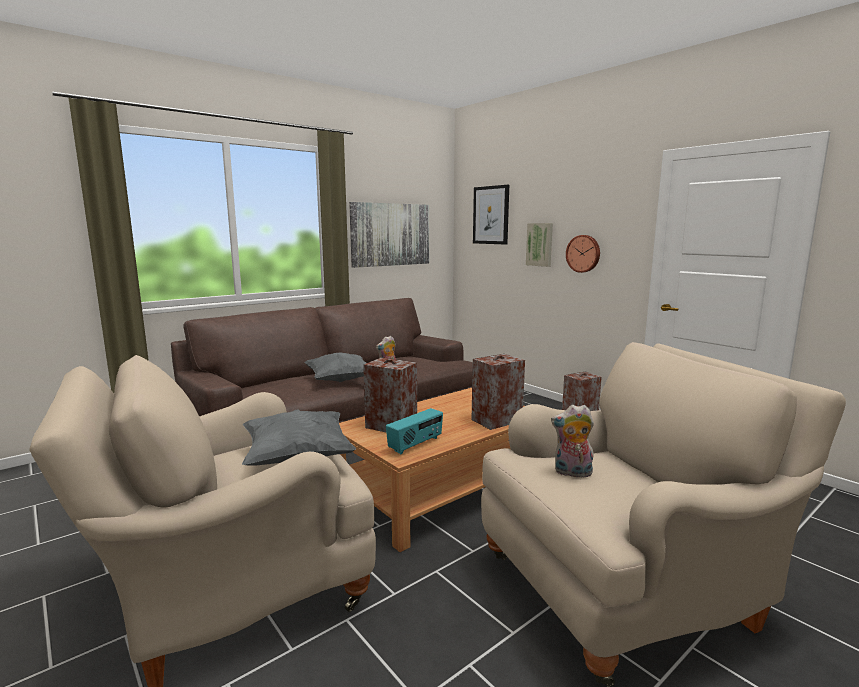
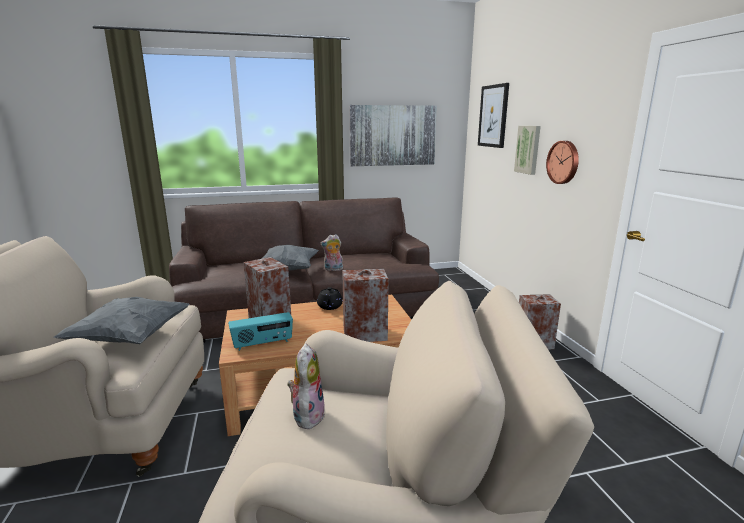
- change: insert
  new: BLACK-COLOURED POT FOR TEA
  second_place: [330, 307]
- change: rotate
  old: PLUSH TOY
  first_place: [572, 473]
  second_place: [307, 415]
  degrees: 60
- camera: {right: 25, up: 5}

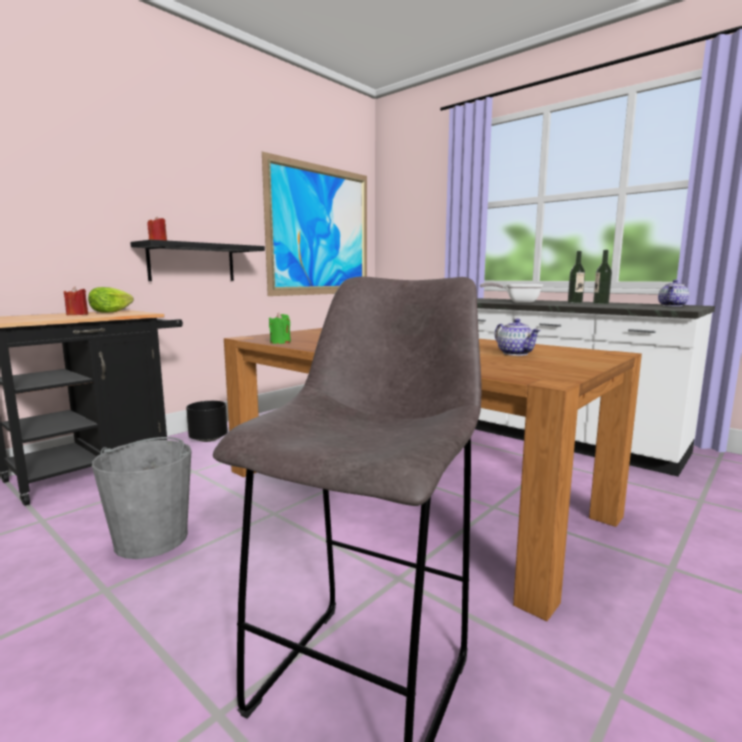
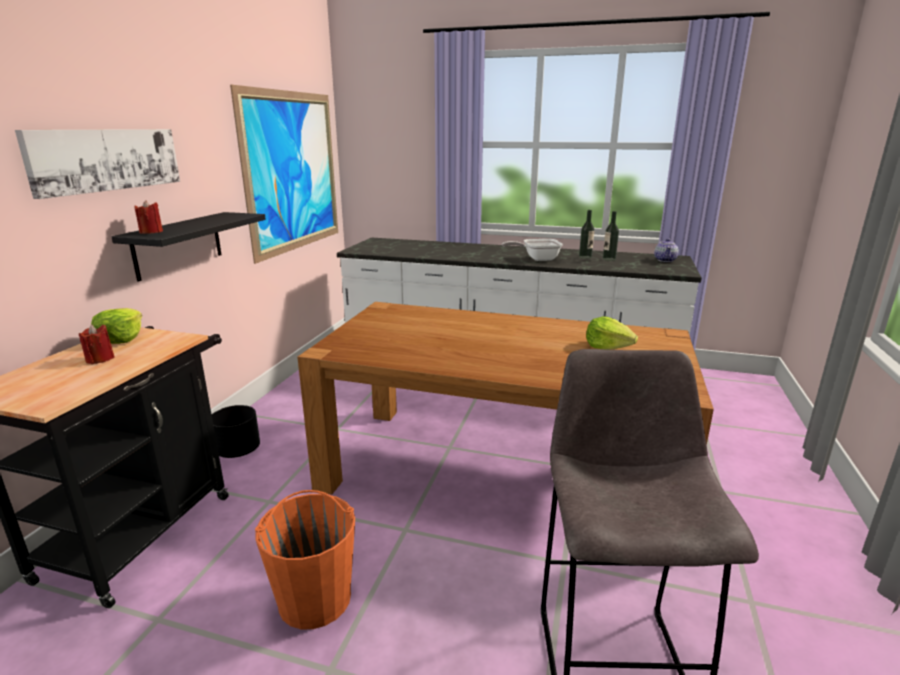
- change: delete
  old: GREEN-COLOURED CANDLE
  first_place: [280, 342]
- change: insert
  new: WALL PICTURE
  second_place: [107, 159]
- change: replace
  old: POT FOR TEA
  new: HEAD OF LETTUCE
  first_place: [515, 353]
  second_place: [607, 347]
- change: recolor
  old: GREY WATER BUCKET
  new: ORANGEY WATER BUCKET
  first_place: [152, 539]
  second_place: [315, 598]
- camera: {right: -25, up: 10}

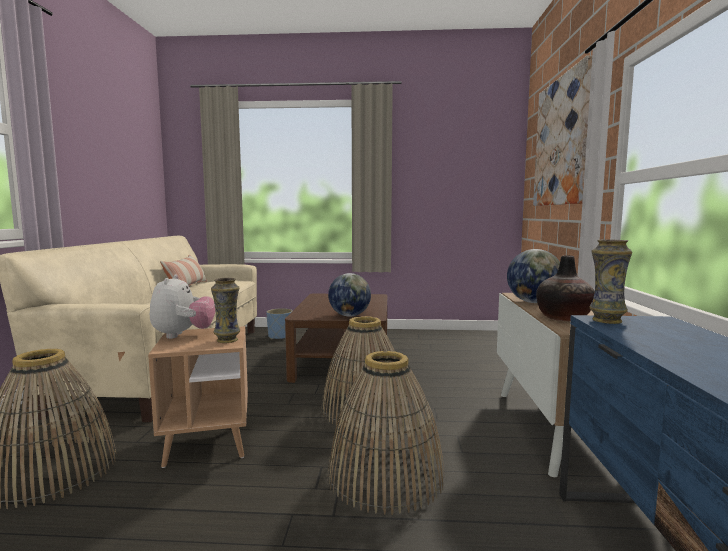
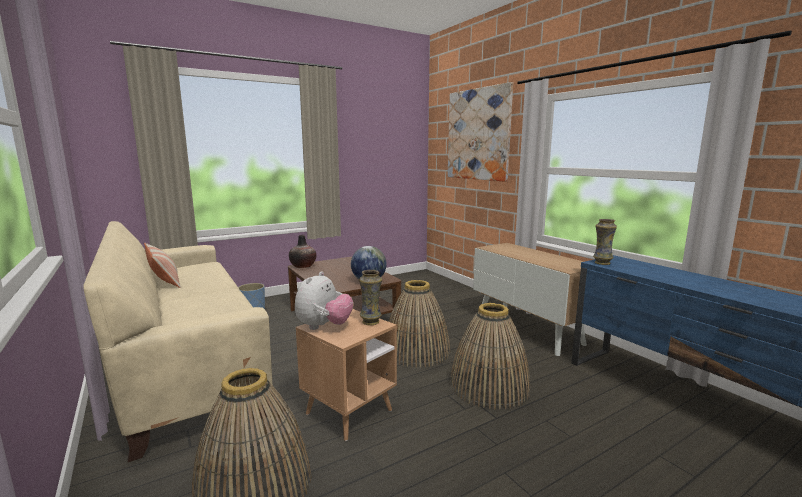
- change: delete
  old: WORLD GLOBE
  first_place: [533, 302]
- change: move
  old: DECORATIVE VASE
  first_place: [563, 318]
  second_place: [303, 266]
- change: rotate
  old: PLUSH TOY
  first_place: [183, 335]
  second_place: [324, 327]
  degrees: 60
- camera: {right: -35, up: 5}

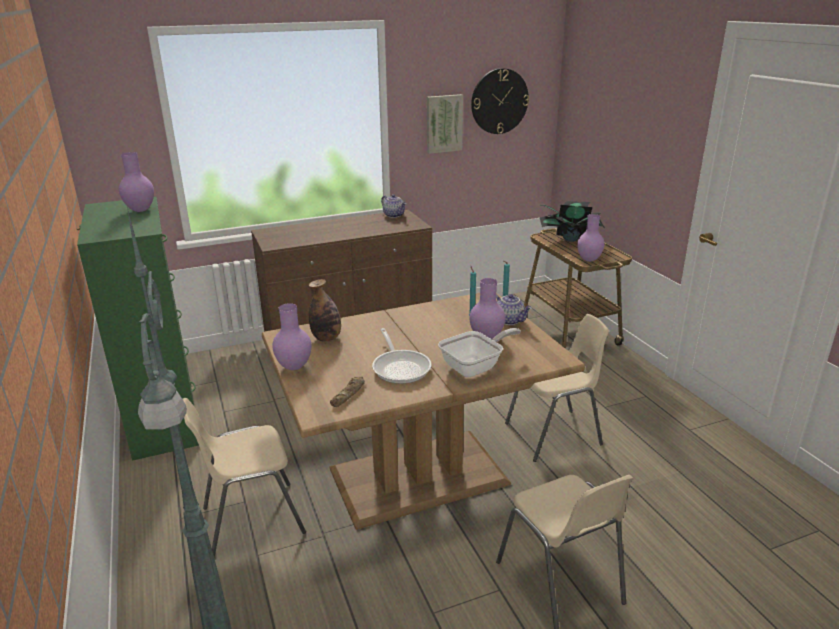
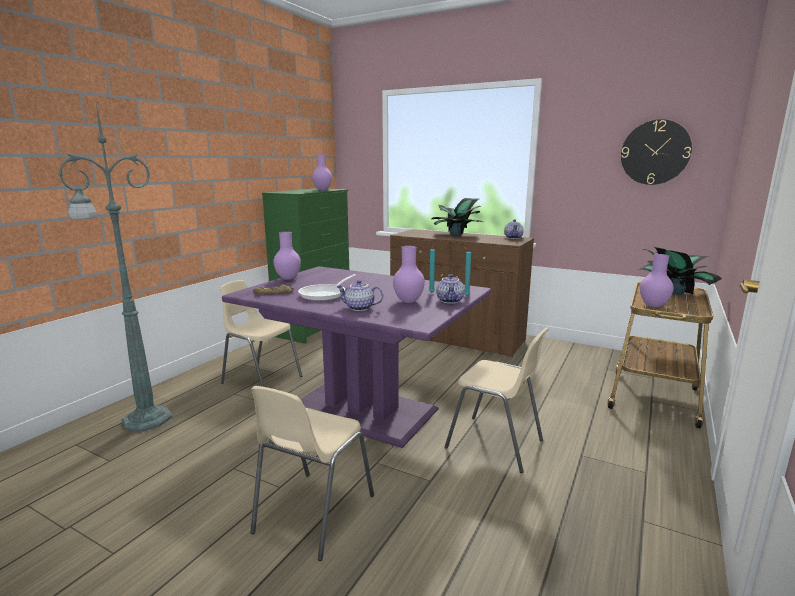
- change: delete
  old: DRINK BOTTLE
  first_place: [326, 338]
- change: delete
  old: WALL PICTURE
  first_place: [443, 123]
- change: insert
  new: HOUSEPLANT
  second_place: [456, 235]
- change: replace
  old: SKILLET
  new: POT FOR TEA
  first_place: [475, 367]
  second_place: [359, 308]
- change: recolor
  old: BROWNISH DINNER TABLE
  new: PURPLE-COLOURED DINNER TABLE
  first_place: [417, 475]
  second_place: [362, 409]
- camera: {right: 50, up: -10}

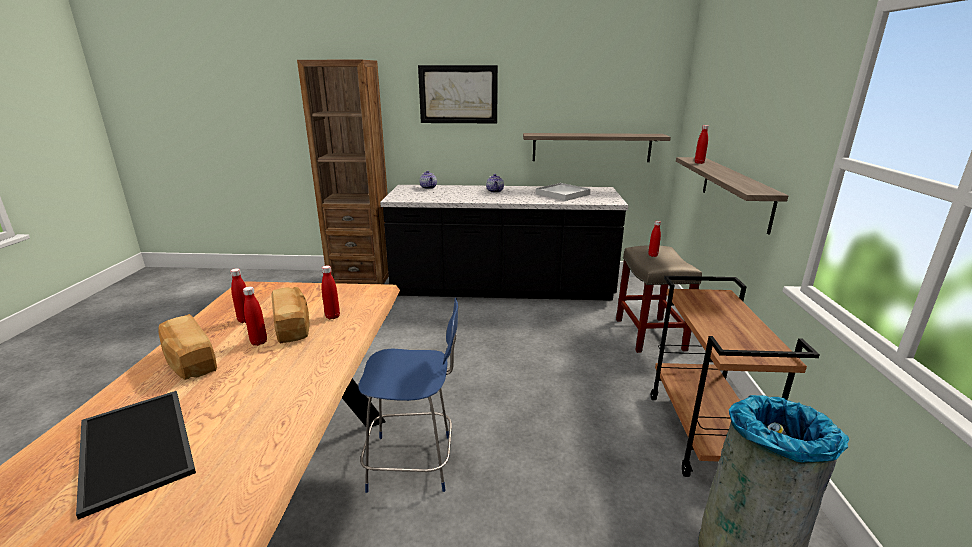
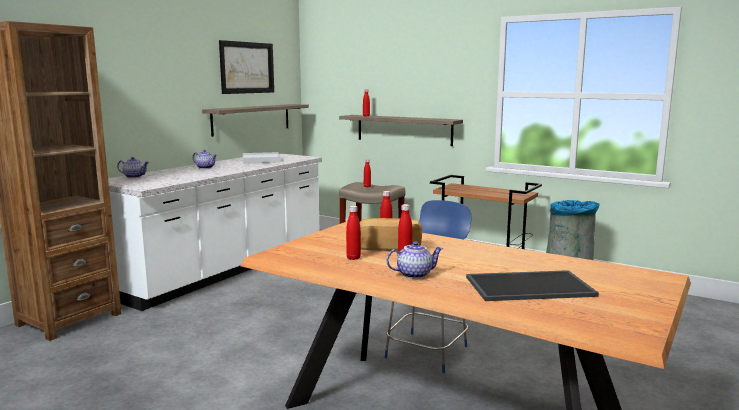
- change: move
  old: WALL PICTURE
  first_place: [458, 94]
  second_place: [247, 67]
- change: replace
  old: BAKED BREAD
  new: POT FOR TEA
  first_place: [189, 362]
  second_place: [414, 274]
- change: recolor
  old: BLACK-COLOURED KITCHEN BASE UNIT
  new: WHITISH KITCHEN BASE UNIT
  first_place: [502, 289]
  second_place: [225, 269]
- camera: {right: -60, up: -10}

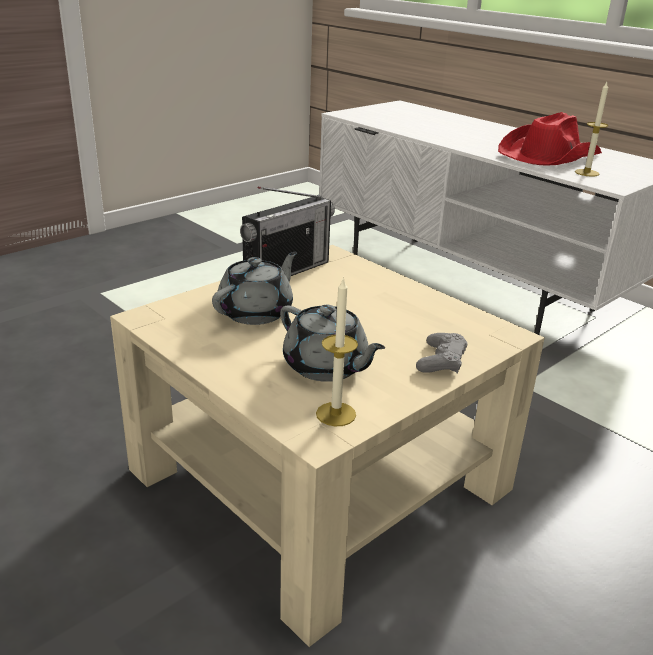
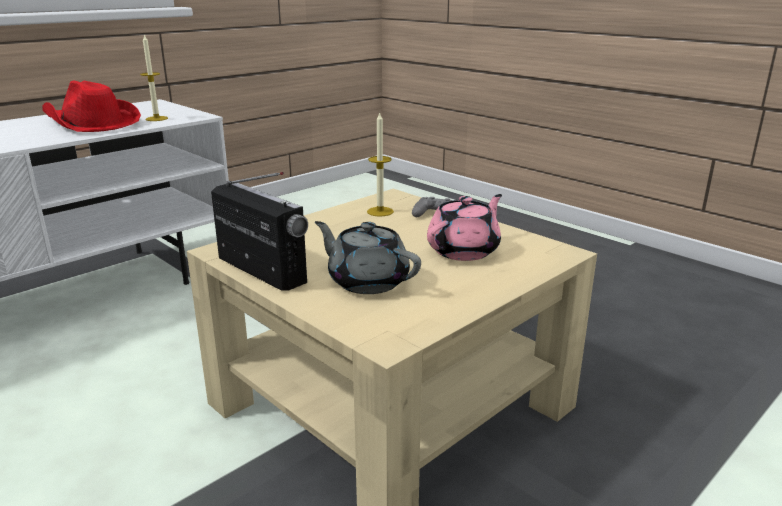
- change: move
  old: CANDLE
  first_place: [336, 414]
  second_place: [380, 211]
- change: recolor
  old: GREY POT FOR TEA
  new: PINK POT FOR TEA
  first_place: [326, 367]
  second_place: [464, 250]
- camera: {right: -90, up: -5}

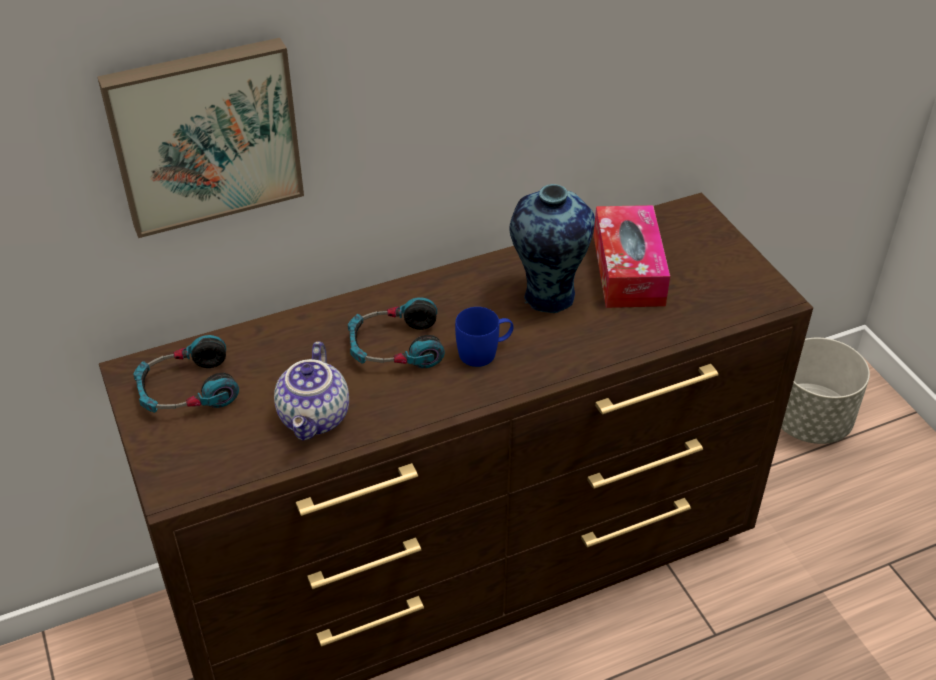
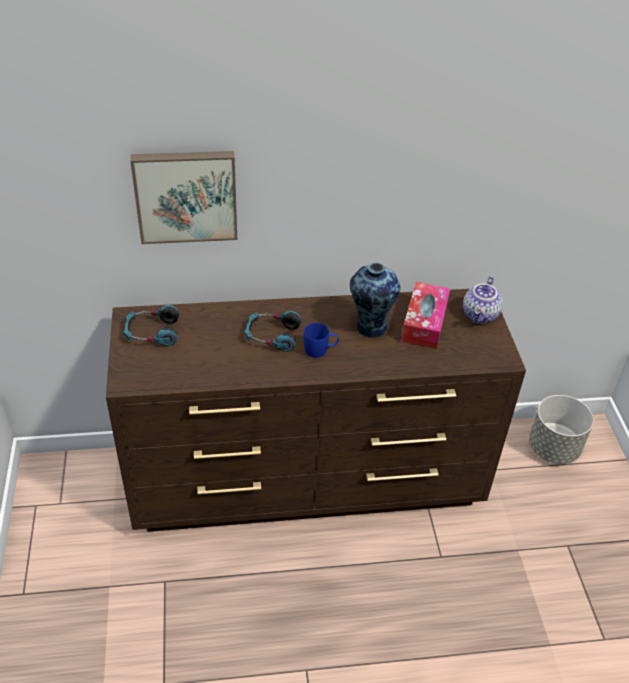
- change: move
  old: POT FOR TEA
  first_place: [316, 418]
  second_place: [481, 315]
- camera: {right: 15, up: 0}

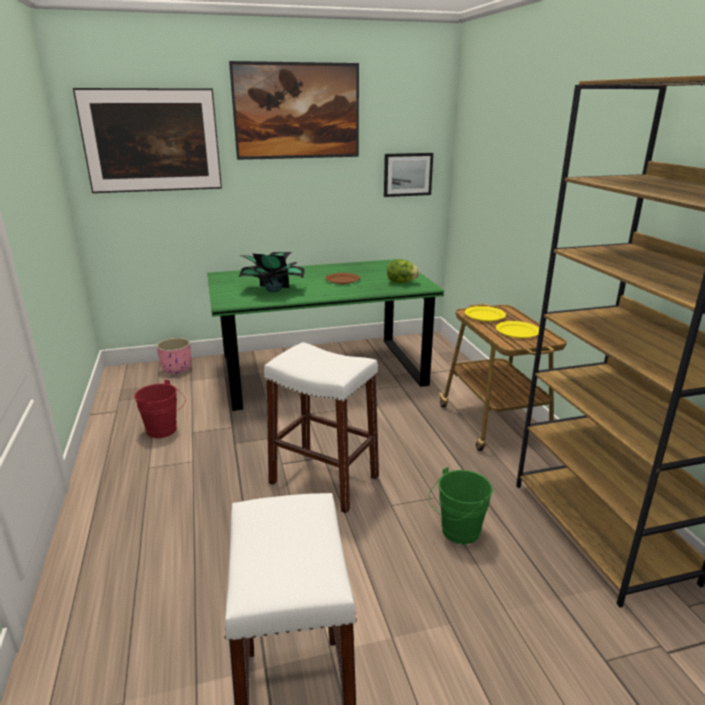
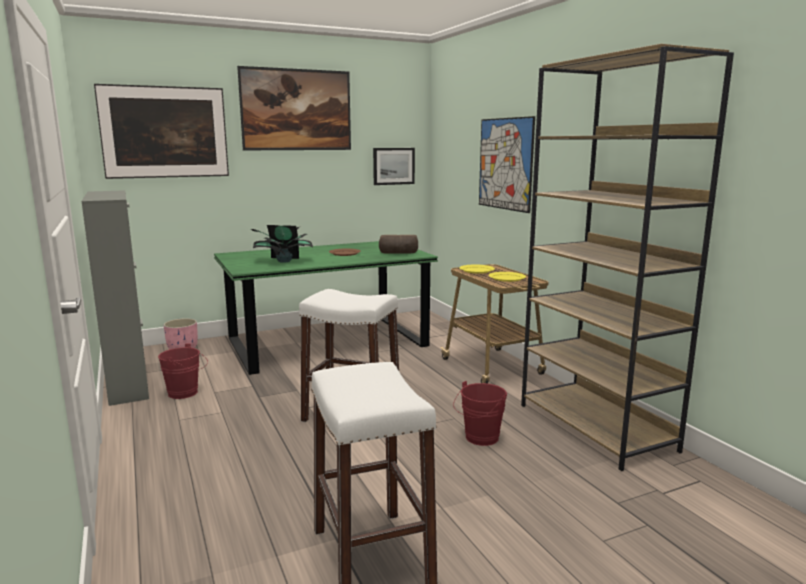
- change: insert
  new: GREY STORAGE CABINET
  second_place: [128, 381]
- change: insert
  new: WALL PICTURE
  second_place: [505, 164]
- change: replace
  old: HEAD OF LETTUCE
  new: BAKED BREAD
  first_place: [401, 282]
  second_place: [398, 253]
- change: recolor
  old: GREEN-COLOURED WATER BUCKET
  new: RED-COLOURED WATER BUCKET
  first_place: [457, 533]
  second_place: [479, 439]
- camera: {right: -10, up: -10}

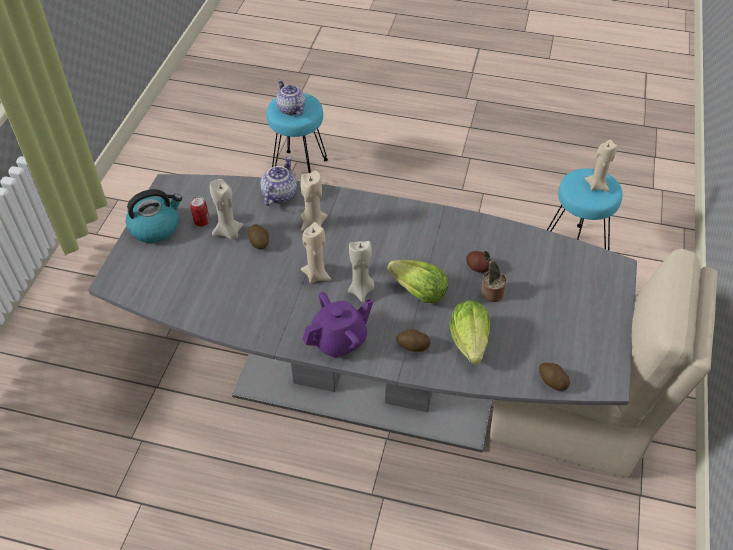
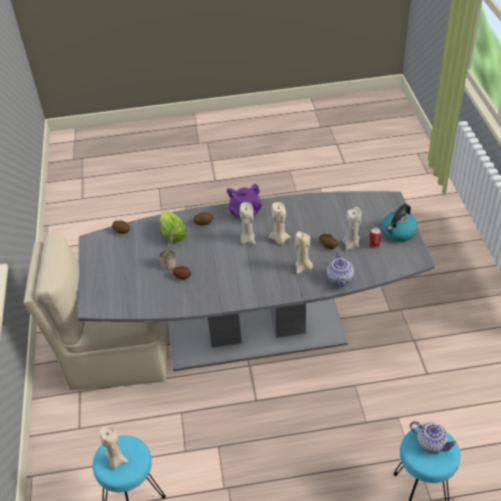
- change: delete
  old: HEAD OF LETTUCE
  first_place: [419, 292]
- camera: {right: 160, up: -5}

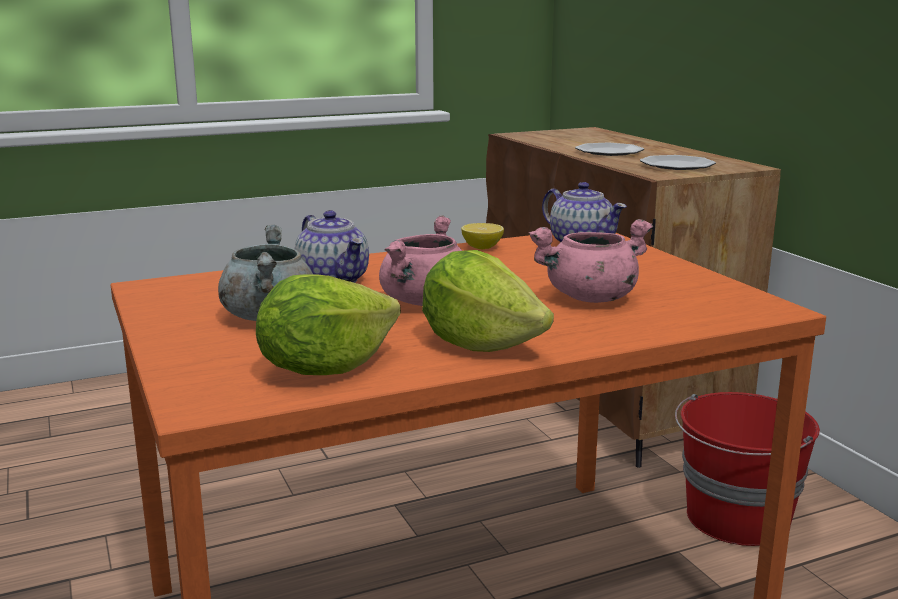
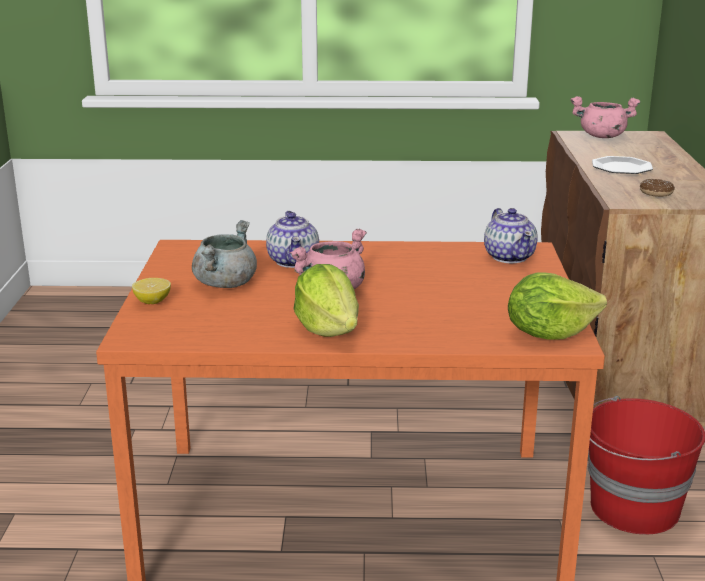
- change: move
  old: HEAD OF LETTUCE
  first_place: [325, 368]
  second_place: [549, 333]
- change: move
  old: CITRUS FRUIT
  first_place: [482, 247]
  second_place: [152, 301]
- change: move
  old: PINK COOKING POT
  first_place: [590, 298]
  second_place: [602, 136]
- change: replace
  old: FLAT DISH
  new: DONUT
  first_place: [677, 165]
  second_place: [656, 193]
- camera: {right: 25, up: 5}

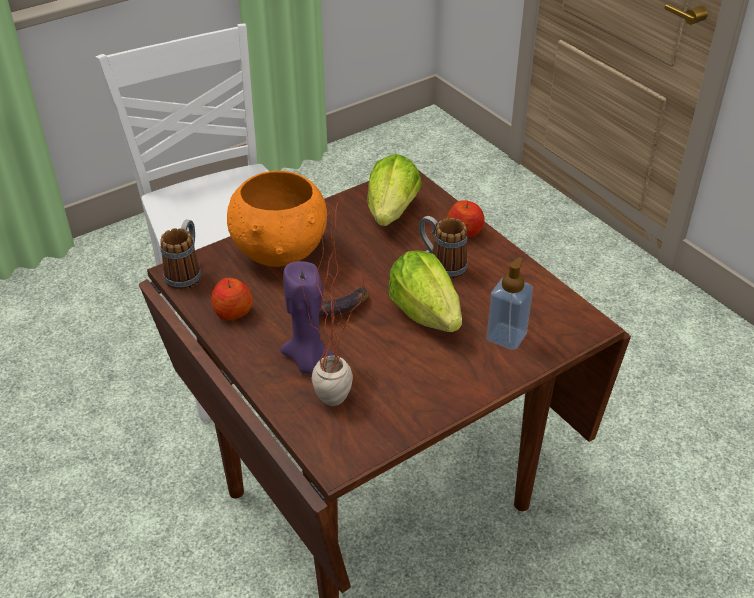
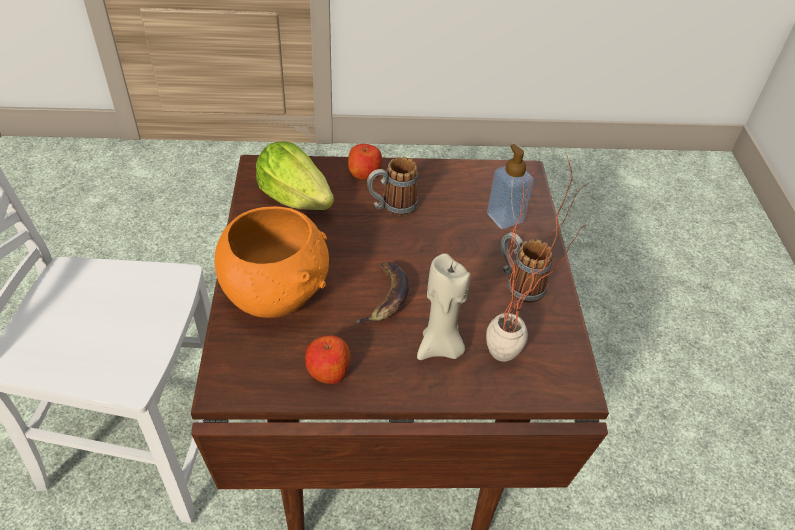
- change: delete
  old: HEAD OF LETTUCE
  first_place: [425, 313]
- change: move
  old: COFFEE MUG
  first_place: [186, 273]
  second_place: [518, 283]
- change: recolor
  old: PURPLE-COLOURED CANDLE
  new: BEIGE-COLOURED CANDLE
  first_place: [308, 360]
  second_place: [440, 347]
- camera: {right: -60, up: 5}

